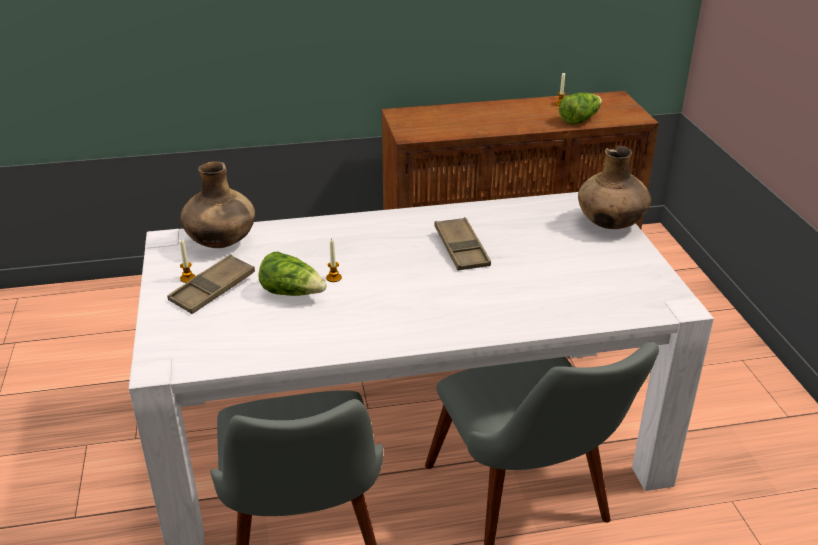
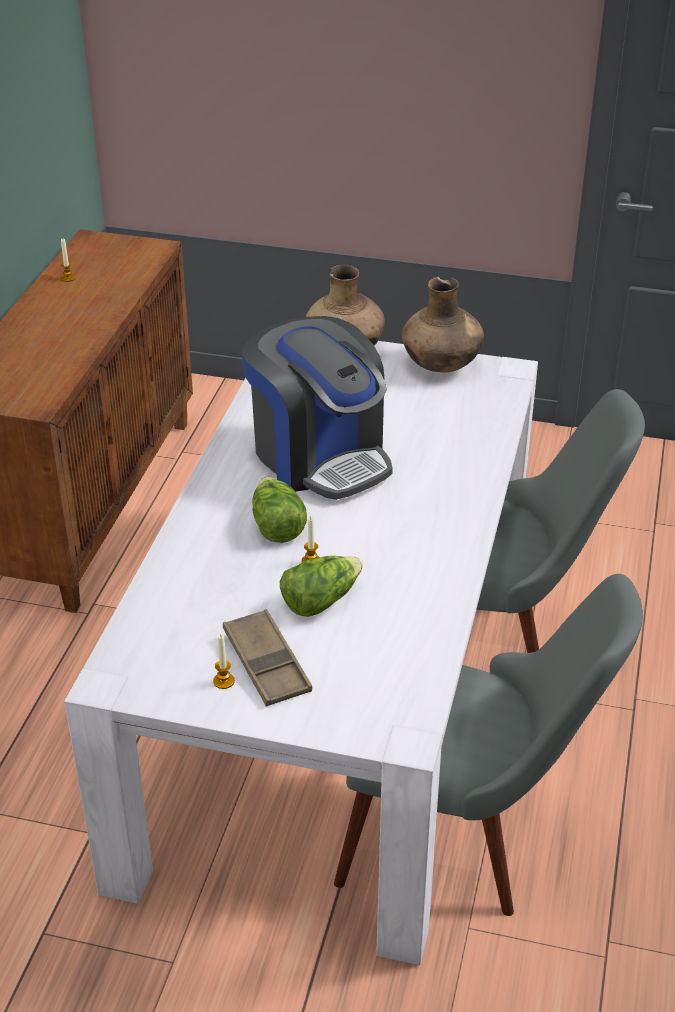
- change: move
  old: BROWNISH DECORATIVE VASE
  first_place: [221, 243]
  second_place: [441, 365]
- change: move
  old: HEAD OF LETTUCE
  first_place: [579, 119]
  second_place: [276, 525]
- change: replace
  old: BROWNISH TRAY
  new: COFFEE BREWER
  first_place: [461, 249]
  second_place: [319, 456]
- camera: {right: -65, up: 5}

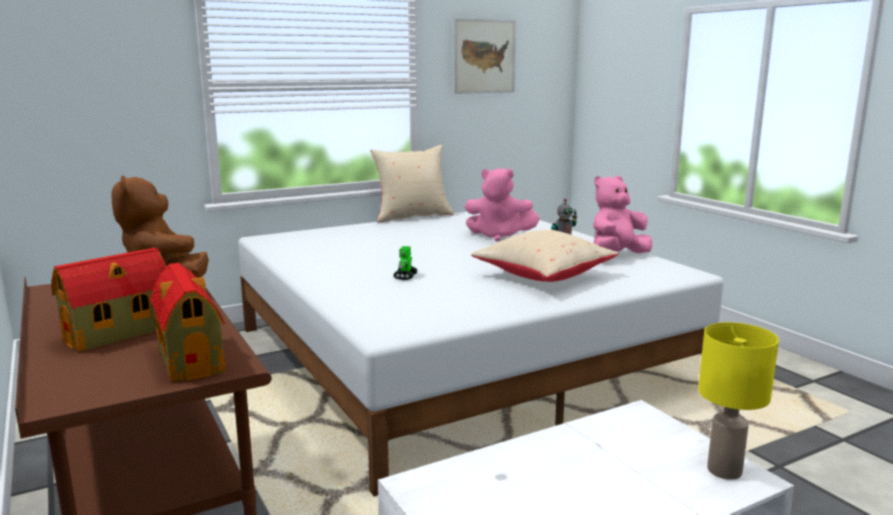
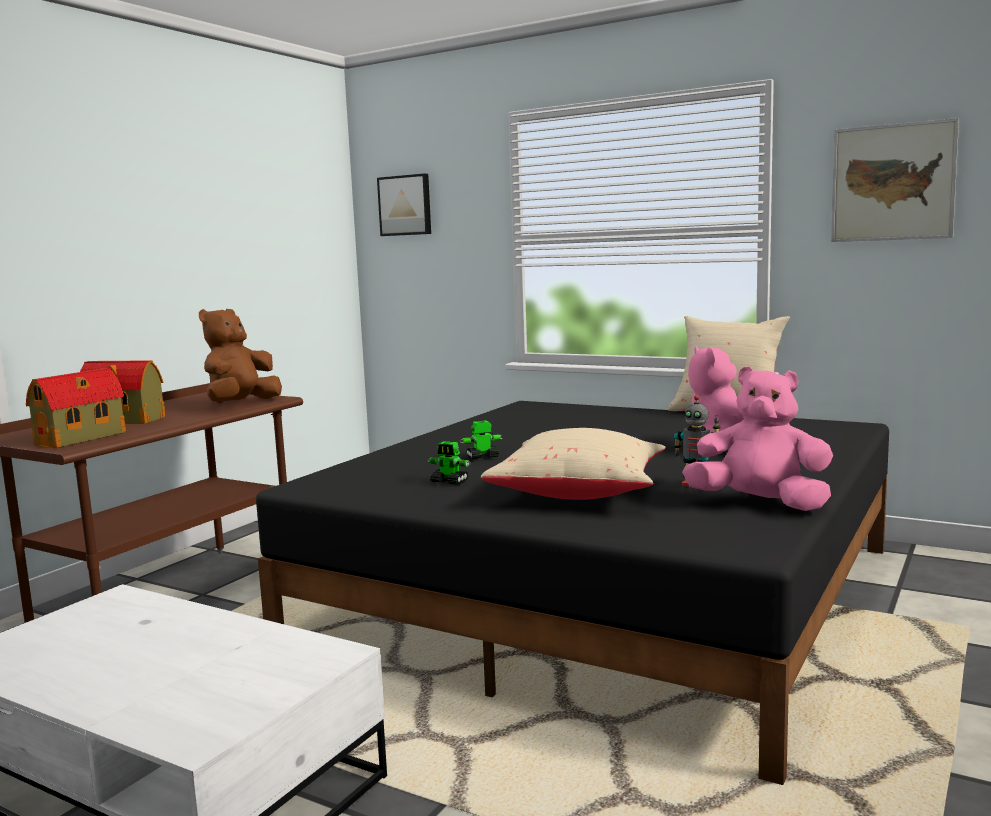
- change: delete
  old: YELLOW-COLOURED TABLETOP LAMP
  first_place: [725, 471]
- change: insert
  new: WALL PICTURE
  second_place: [405, 205]
- change: insert
  new: ROBOT FIGURE
  second_place: [450, 482]
- change: recolor
  old: WHITISH BEDROOM BED
  new: BLACK-COLOURED BEDROOM BED
  first_place: [456, 357]
  second_place: [607, 595]
- camera: {right: 60, up: -5}

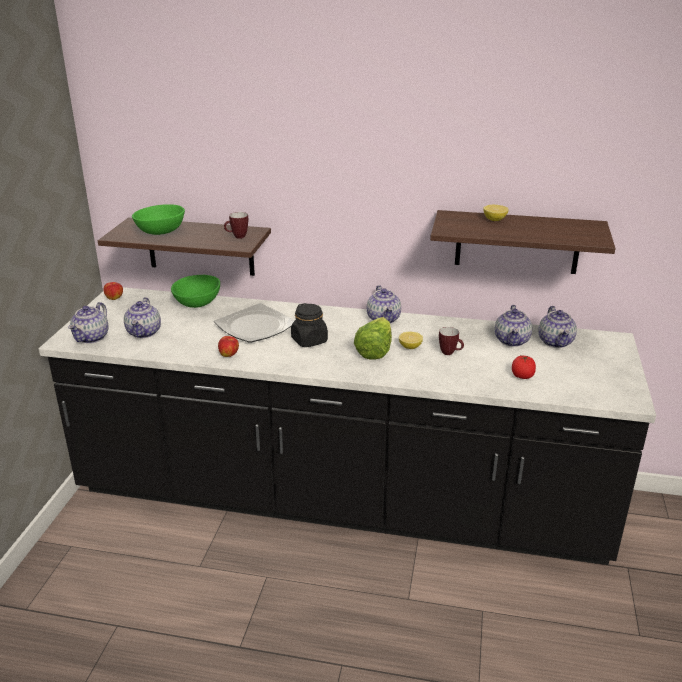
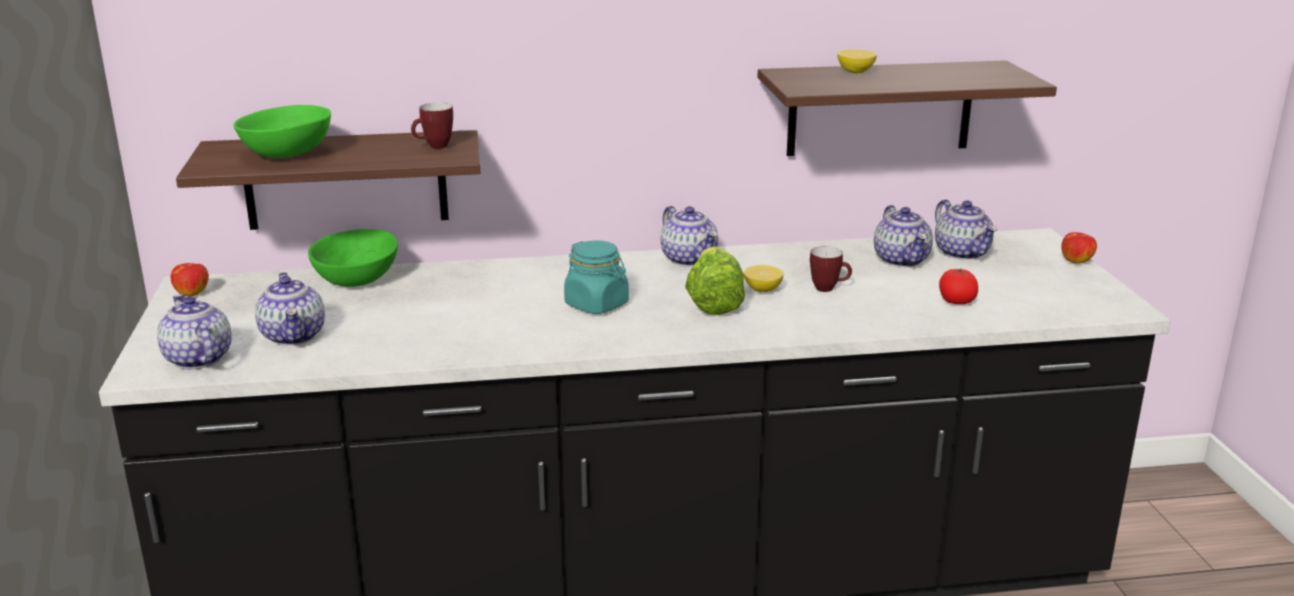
- change: delete
  old: FLAT DISH
  first_place: [254, 326]
- change: move
  old: APPLE FRUIT
  first_place: [229, 355]
  second_place: [1076, 261]
- change: recolor
  old: BLACK-COLOURED JAR
  new: TURQUOISE-COLOURED JAR
  first_place: [309, 340]
  second_place: [597, 304]
- change: rotate
  old: POT FOR TEA
  first_place: [92, 338]
  second_place: [197, 359]
  degrees: 150
- camera: {right: -20, up: -5}

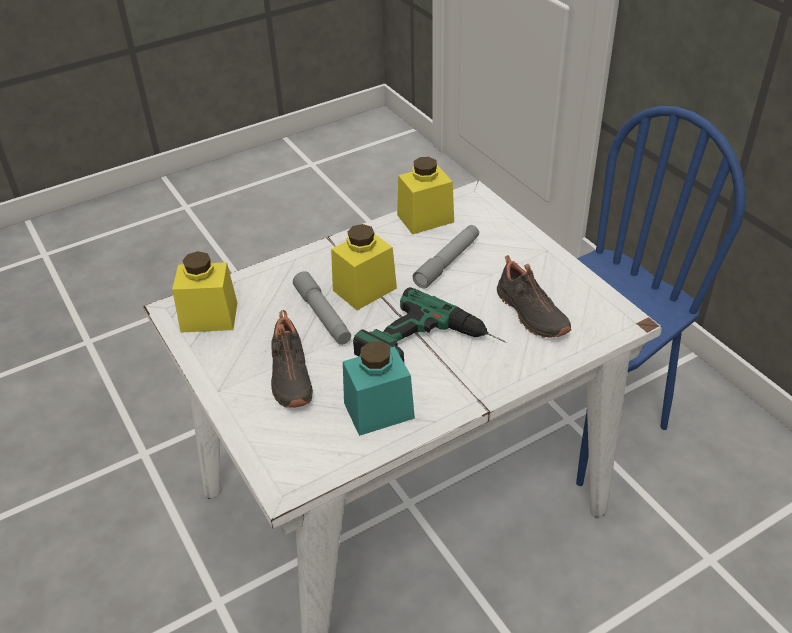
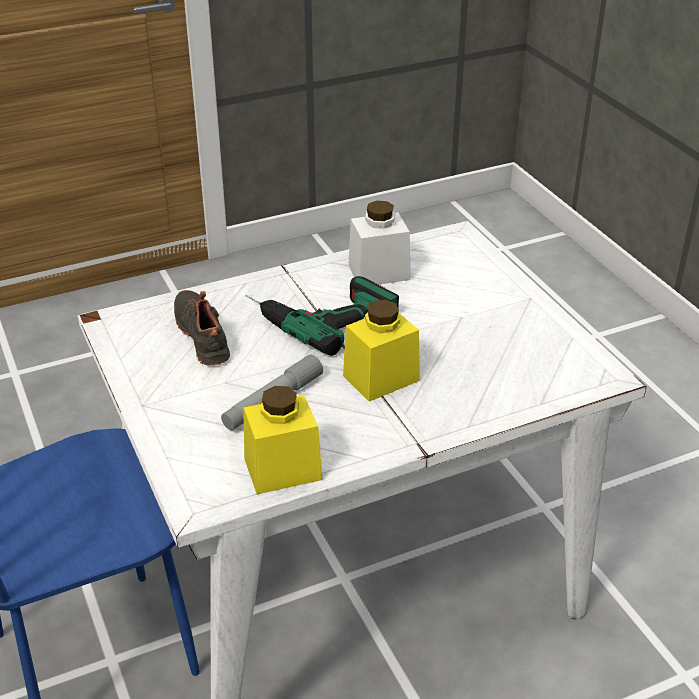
- change: delete
  old: YELLOW-COLOURED JAR
  first_place: [209, 317]
- change: delete
  old: BLACK-COLOURED ITEM OF FOOTWEAR
  first_place: [289, 376]
- change: delete
  old: GREY FLASHLIGHT
  first_place: [322, 315]
- change: recolor
  old: TURQUOISE-COLOURED JAR
  new: WHITISH JAR
  first_place: [379, 410]
  second_place: [379, 272]
- camera: {right: -175, up: -5}

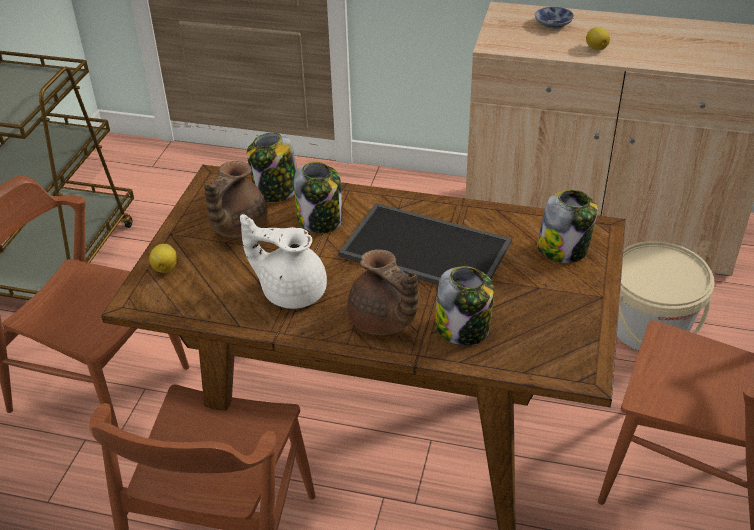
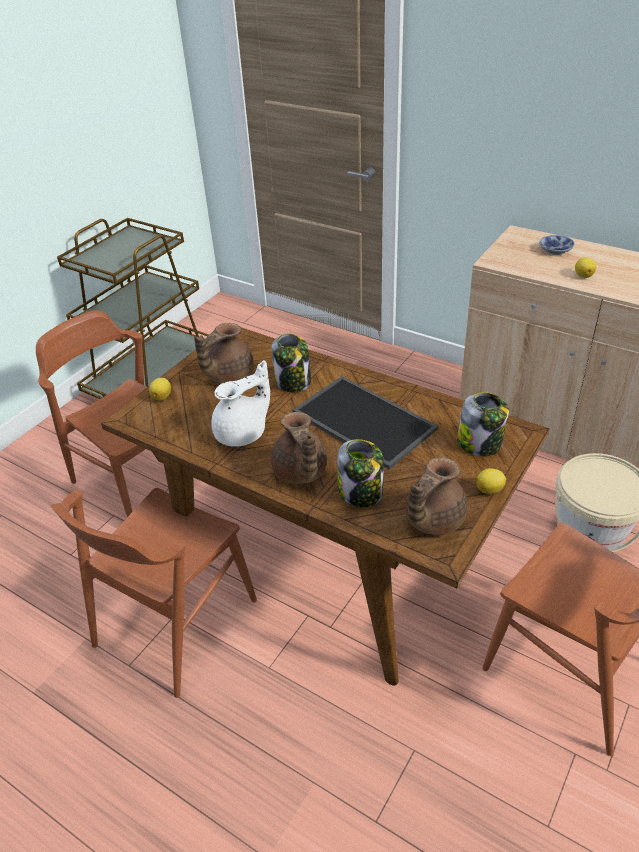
- change: delete
  old: JAR
  first_place: [276, 191]
- change: insert
  new: BROWNISH POT FOR TEA
  second_place: [432, 520]
- change: insert
  new: CITRUS FRUIT
  second_place: [490, 490]
- change: rotate
  old: WHITISH POT FOR TEA
  first_place: [291, 291]
  second_place: [243, 433]
  degrees: 105
- camera: {right: 20, up: 0}

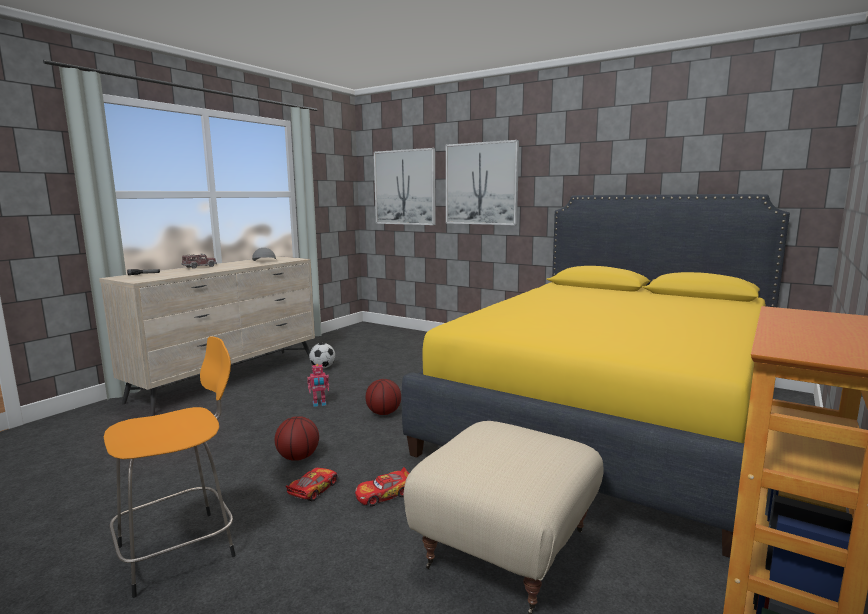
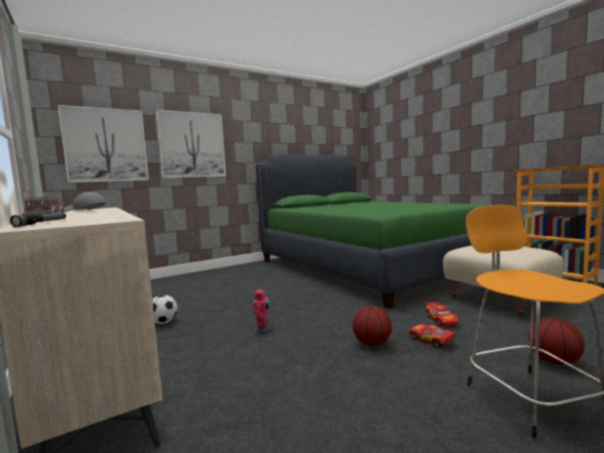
- change: move
  old: BASKETBALL
  first_place: [384, 413]
  second_place: [554, 361]
- change: recolor
  old: YELLOW-COLOURED BEDROOM BED
  new: GREEN-COLOURED BEDROOM BED
  first_place: [610, 416]
  second_place: [365, 266]
- camera: {right: -65, up: -5}

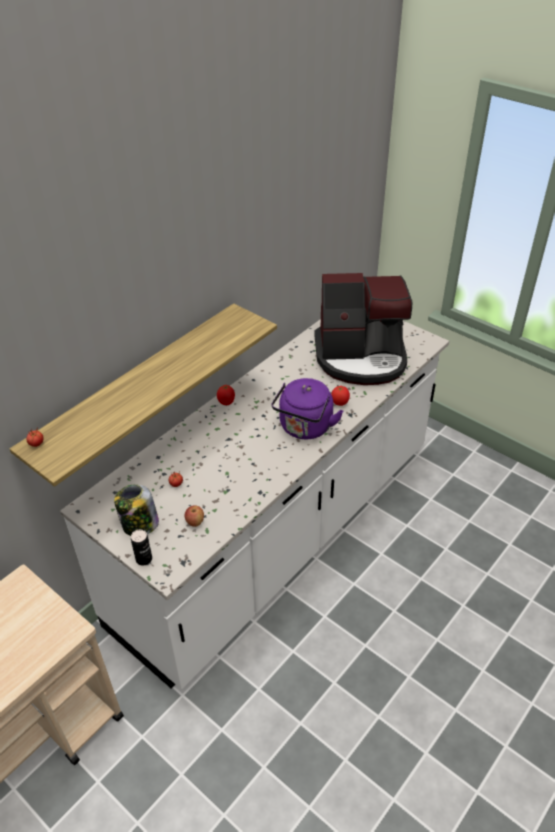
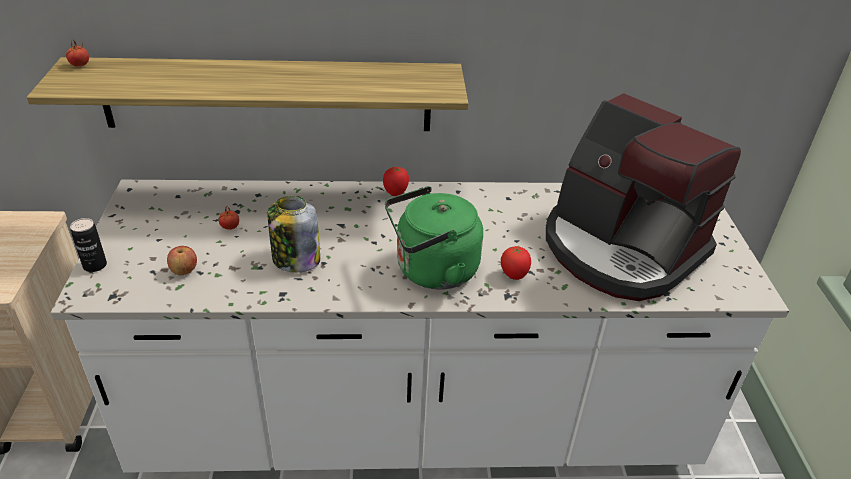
- change: move
  old: JAR
  first_place: [139, 525]
  second_place: [295, 259]
- change: recolor
  old: PURPLE-COLOURED TEA KETTLE
  new: GREEN-COLOURED TEA KETTLE
  first_place: [305, 428]
  second_place: [432, 271]
- camera: {right: 45, up: -5}

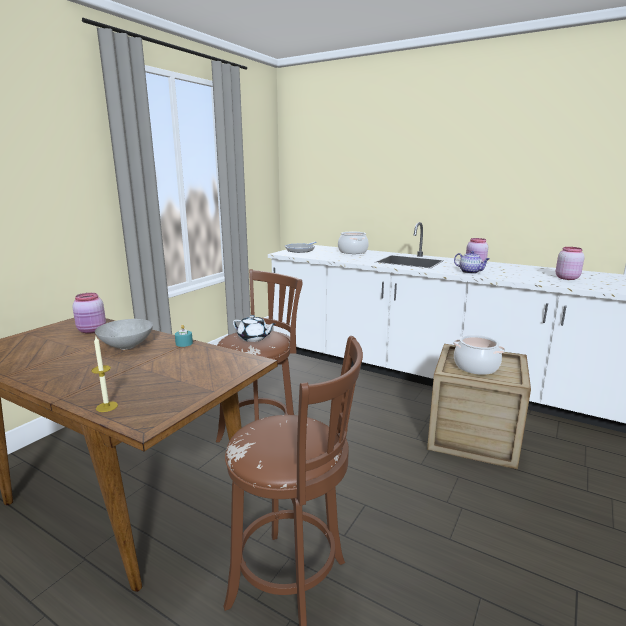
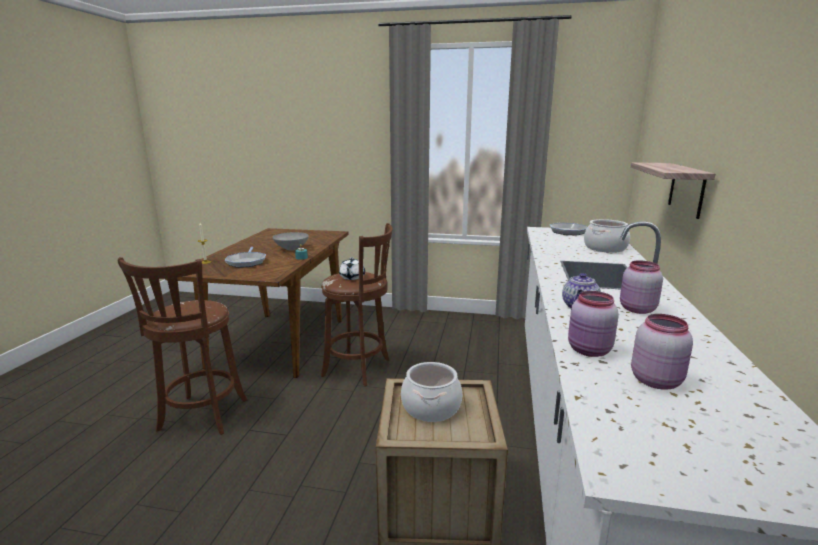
- change: insert
  new: SKILLET
  second_place: [246, 262]
- change: insert
  new: BRACKET SHELF
  second_place: [686, 189]
- change: move
  old: PINK JAR
  first_place: [92, 330]
  second_place: [589, 351]
- camera: {right: 70, up: 0}

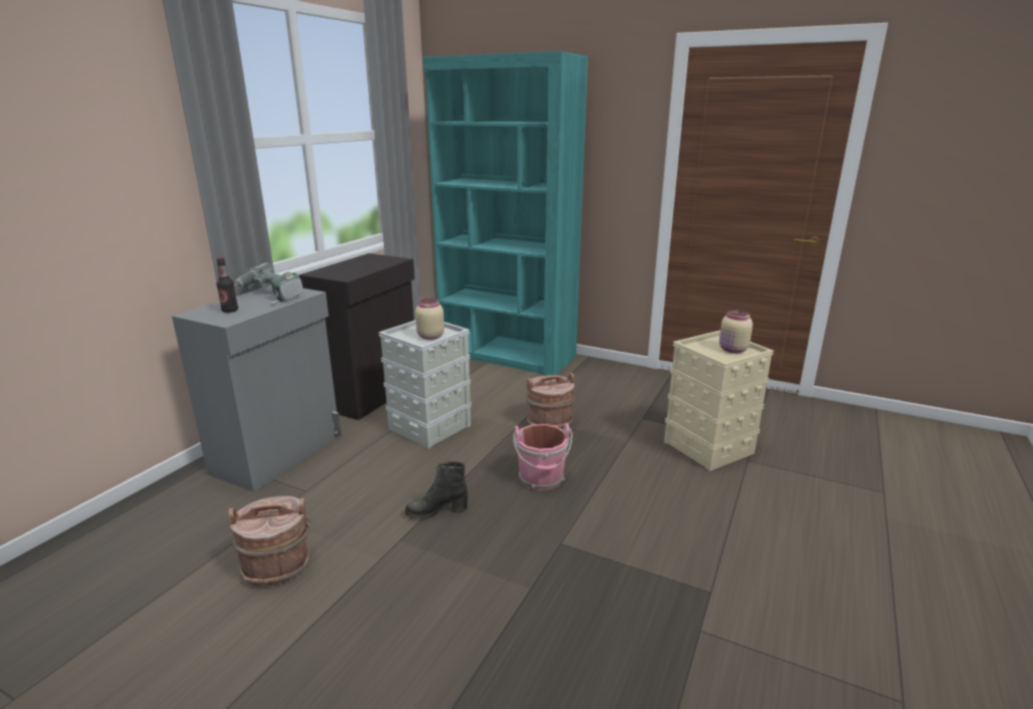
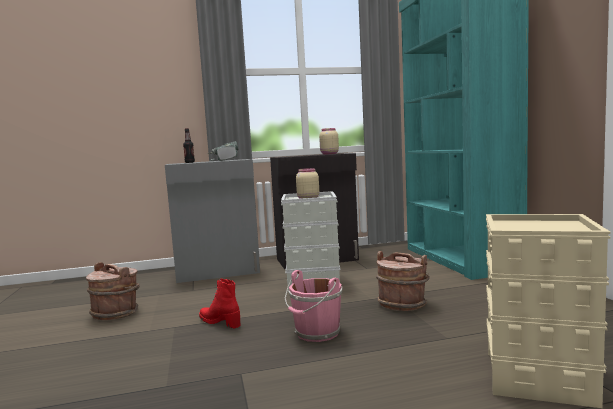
- change: move
  old: BEIGE-COLOURED JAR
  first_place: [733, 350]
  second_place: [329, 154]
- change: recolor
  old: BLACK-COLOURED TALL BOOT
  new: RED-COLOURED TALL BOOT
  first_place: [436, 511]
  second_place: [220, 322]
- camera: {right: 50, up: -15}

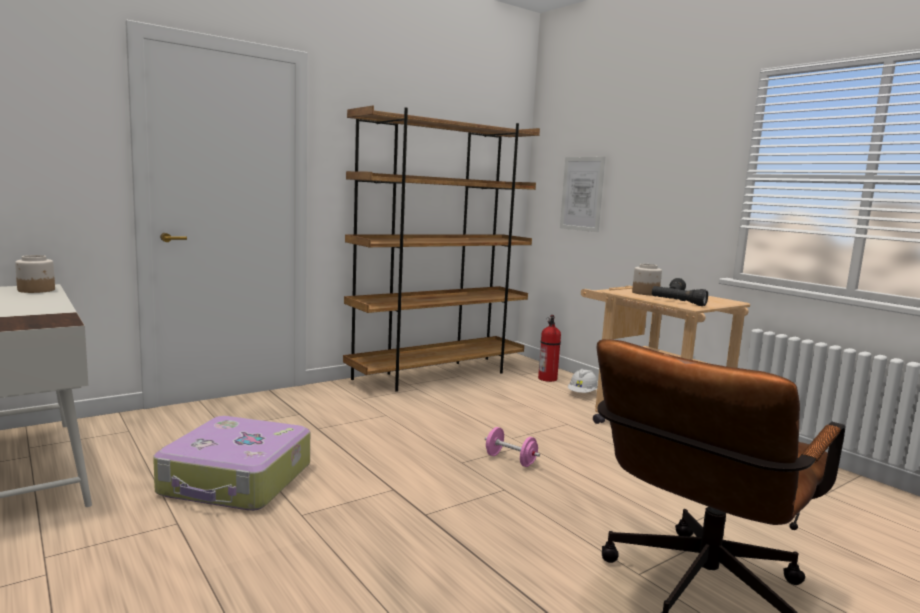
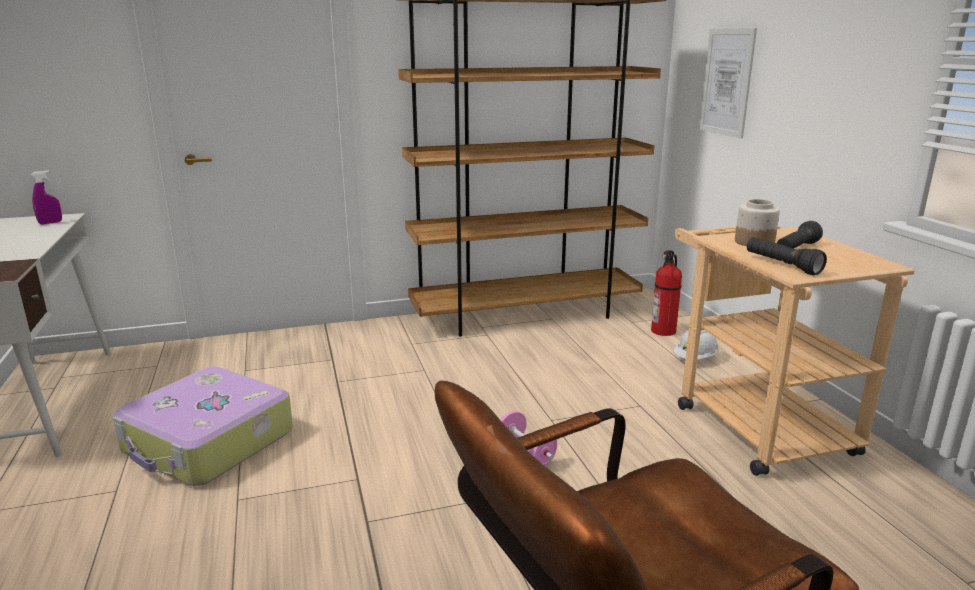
- change: replace
  old: JAR
  new: PURPLE-COLOURED SPRAY BOTTLE
  first_place: [37, 290]
  second_place: [50, 223]
- camera: {right: 20, up: 10}

